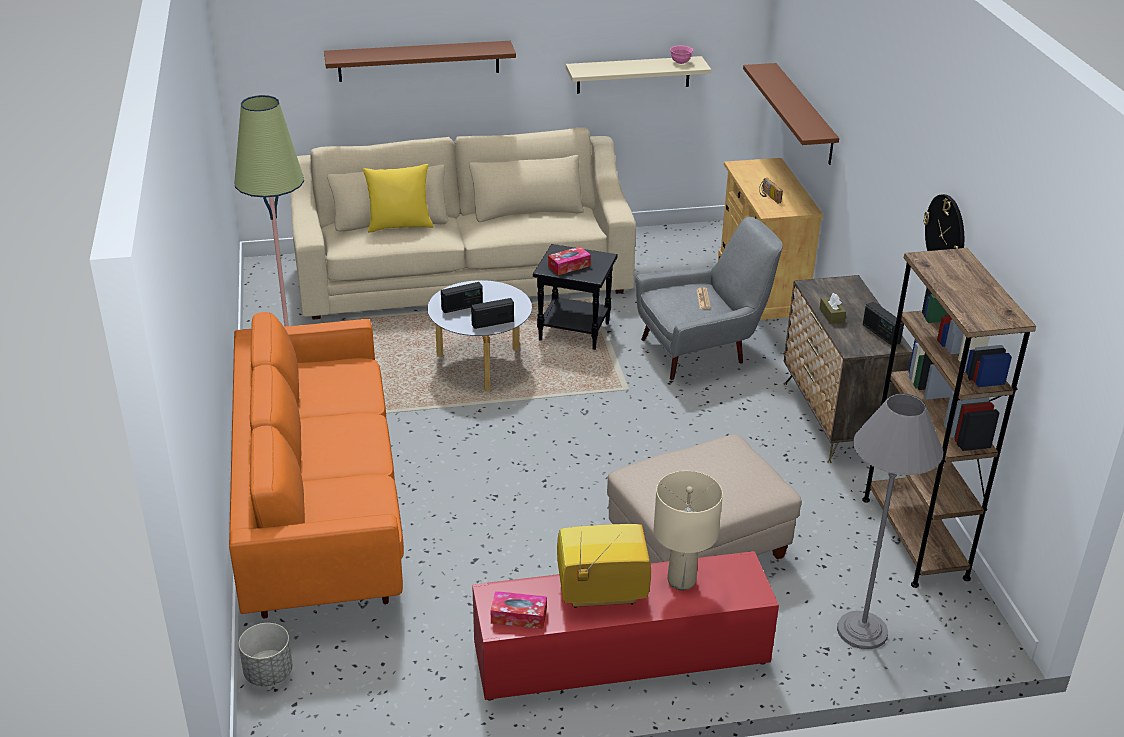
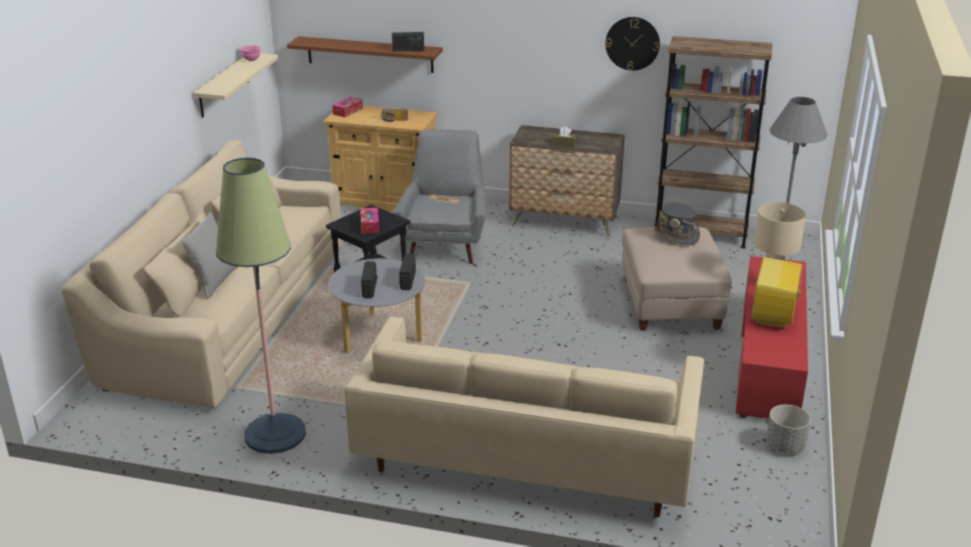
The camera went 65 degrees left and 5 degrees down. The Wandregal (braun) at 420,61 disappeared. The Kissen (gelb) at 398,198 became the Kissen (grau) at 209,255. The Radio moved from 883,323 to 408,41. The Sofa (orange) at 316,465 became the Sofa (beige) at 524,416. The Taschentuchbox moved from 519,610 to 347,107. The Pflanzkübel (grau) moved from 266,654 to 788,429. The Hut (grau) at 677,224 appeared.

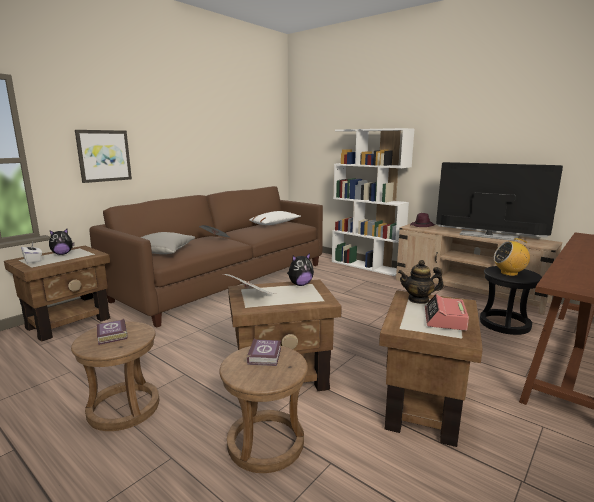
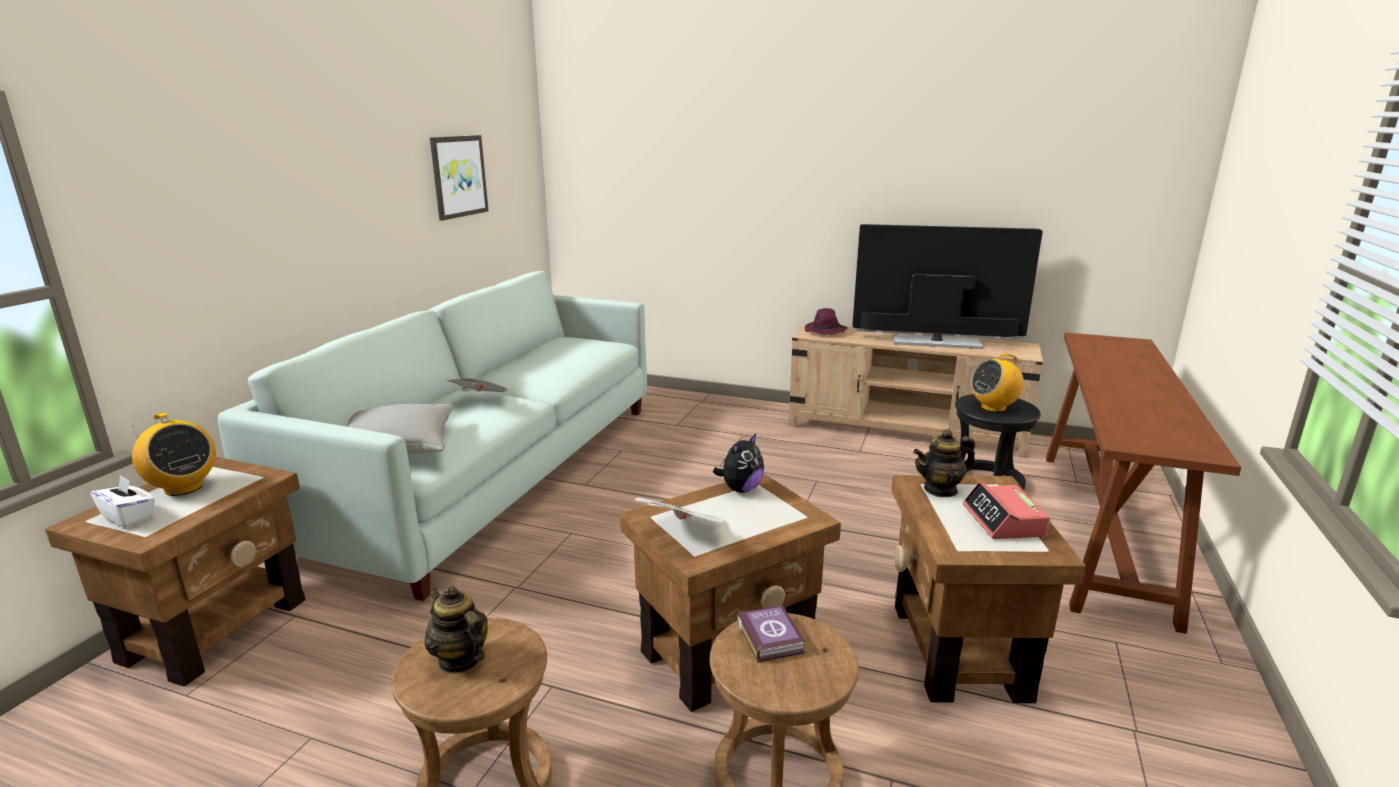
The camera went 20 degrees left and 5 degrees up. The Bücherregal (weiß) at 373,202 disappeared. The Bild moved from 103,156 to 459,178. The Sofa (braun) at 206,257 became the Sofa (weiß) at 432,436. The Kissen (weiß) at 275,218 disappeared. The Plüschtier at 61,242 was replaced by the Radio at 174,454. The Buch at 112,332 was replaced by the Teekanne at 456,629.

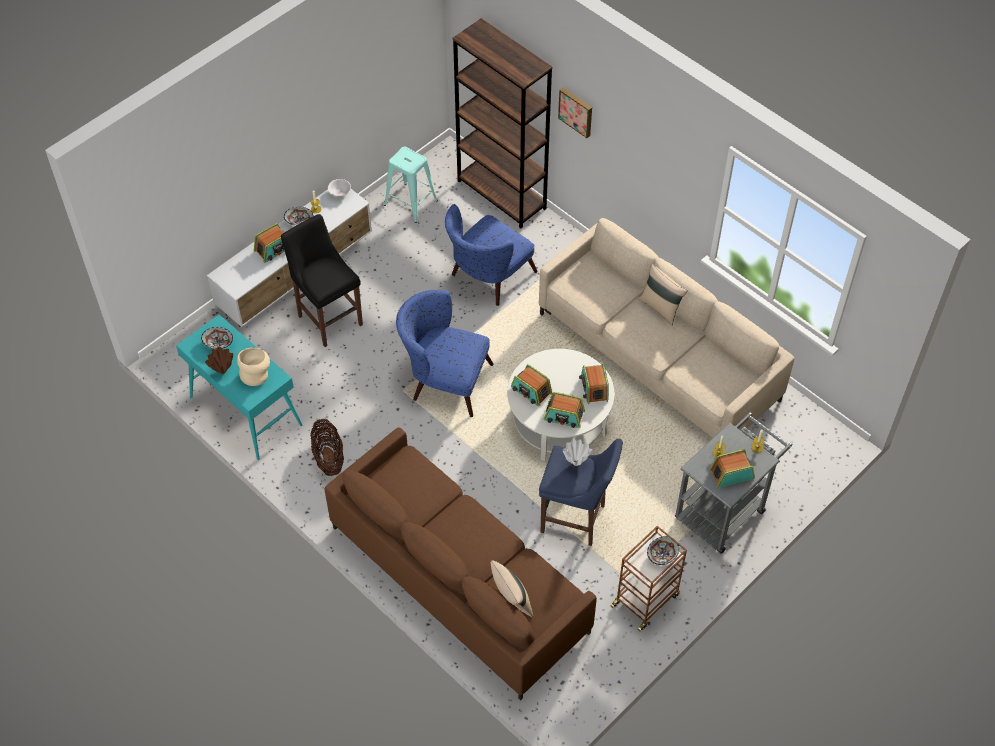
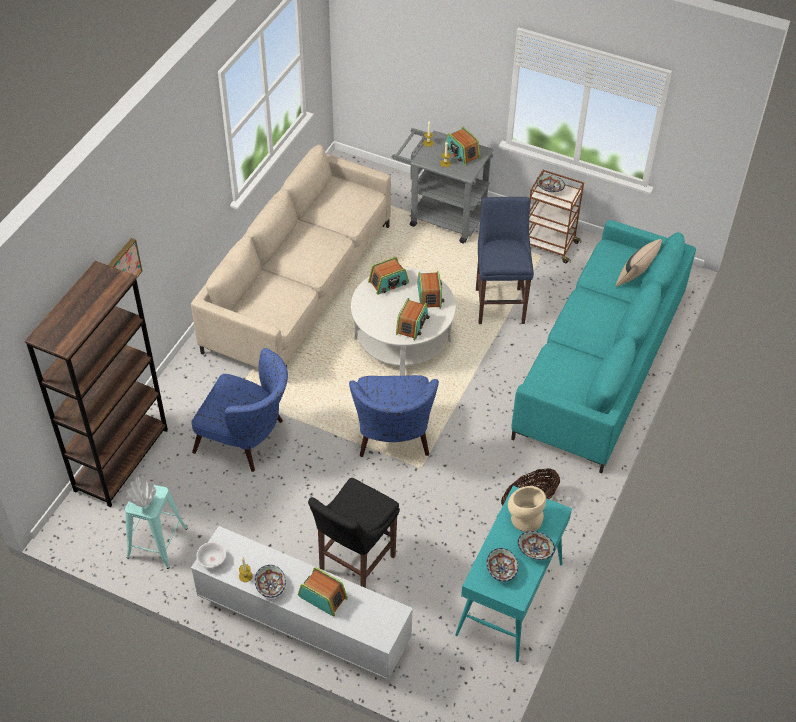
The camera went 110 degrees left and 5 degrees down. The Kissen (beige) at 663,294 disappeared. The Vase (braun) at 219,360 was replaced by the Schüssel at 536,545. The Sofa (braun) at 461,564 became the Sofa (türkis) at 603,346. The Vase (weiß) moved from 577,452 to 141,492.

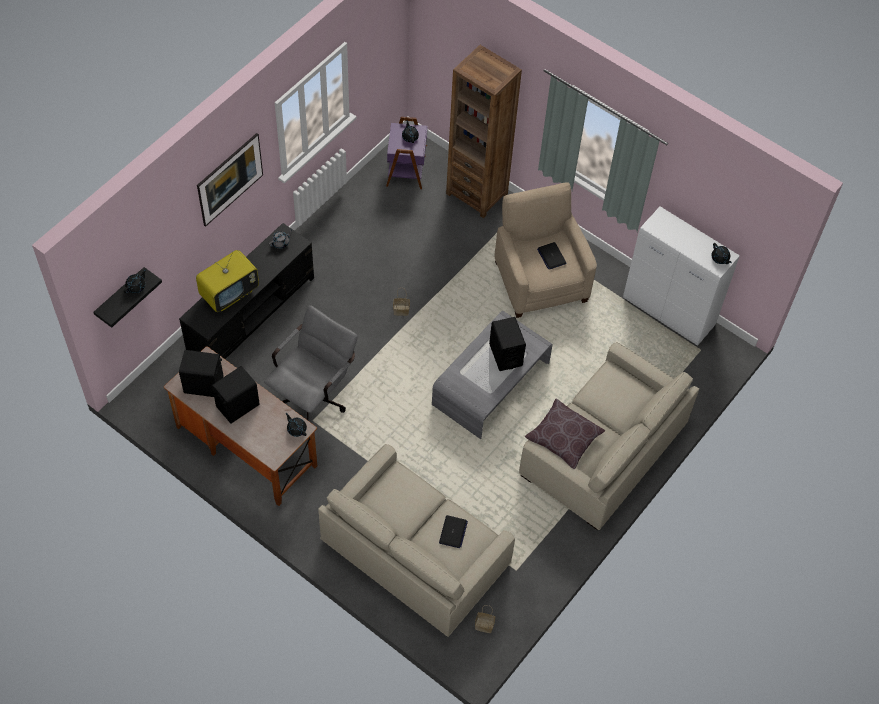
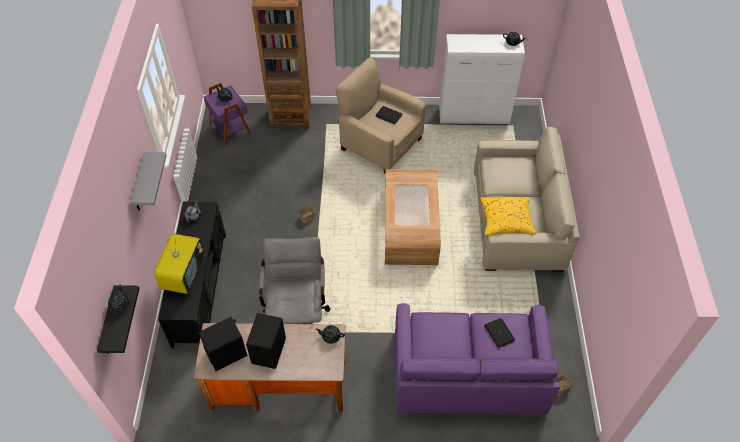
The camera went 35 degrees left and 5 degrees down. The Bild at 230,180 was replaced by the Wandregal (grau) at 148,181. The Couchtisch (grau) at 492,375 became the Couchtisch (braun) at 413,217. The Lautsprecher (schwarz) at 507,344 disappeared. The Kissen (braun) at 565,434 became the Kissen (gelb) at 508,216. The Sofa (beige) at 416,540 became the Sofa (lila) at 477,359.

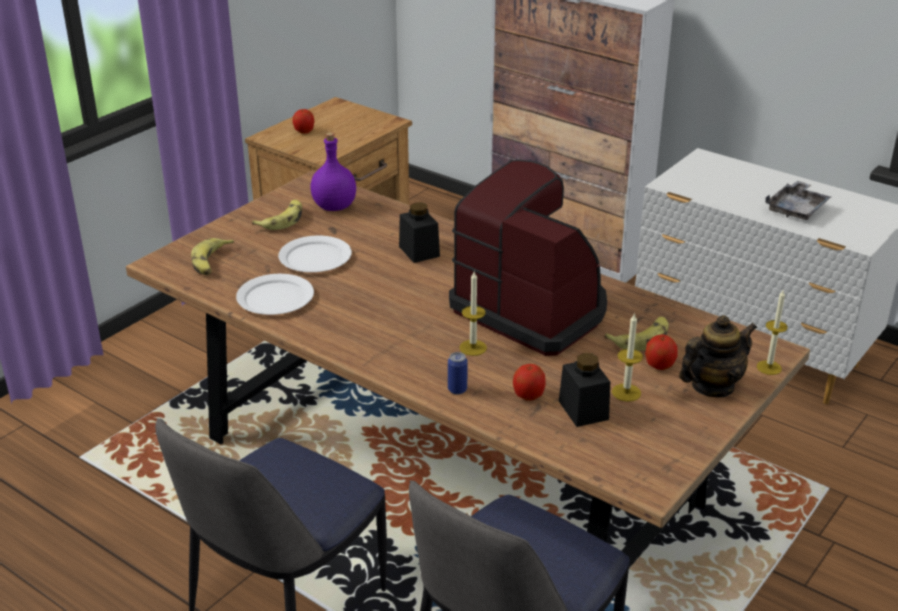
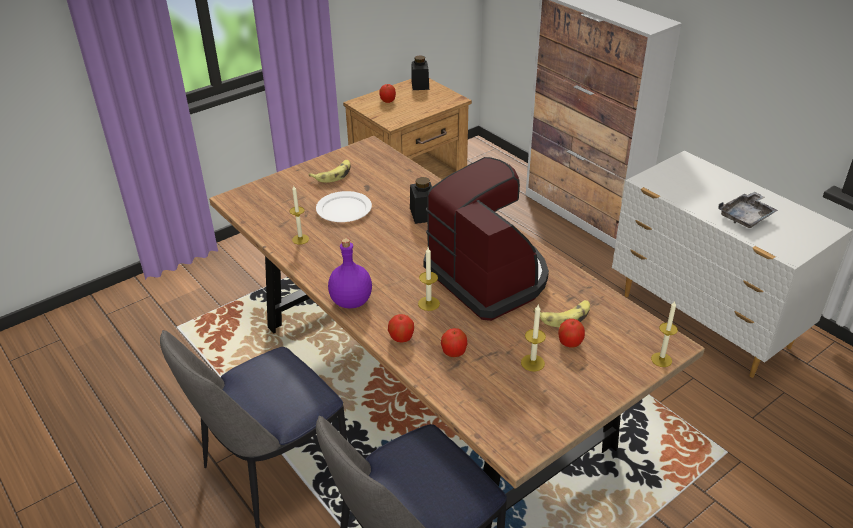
The camera went 15 degrees right and 5 degrees up. The Flasche (lila) moved from 333,171 to 350,273. The Banane at 212,256 disappeared. The Teller (weiß) at 275,294 was replaced by the Kerze at 299,215. The Teekanne at 718,356 disappeared. The Dose at 458,373 was replaced by the Apfel at 401,328. The Vorratsglas (schwarz) moved from 584,390 to 420,72.

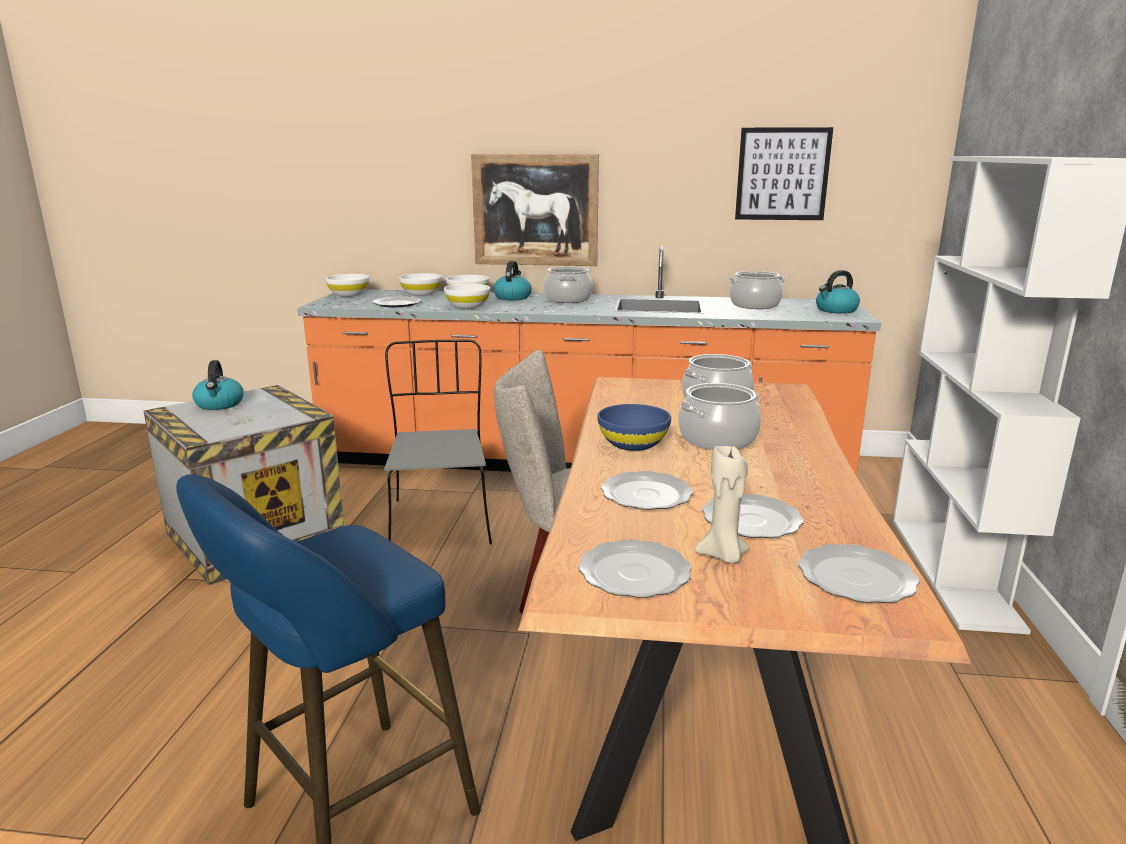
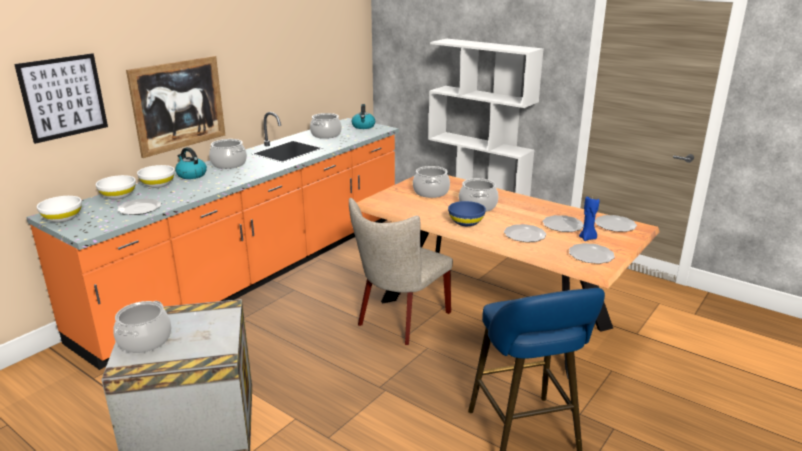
The camera went 60 degrees left and 5 degrees up. The Bild moved from 784,173 to 61,98. The Schüssel (weiß) at 467,296 disappeared. The Stuhl (grau) at 438,442 disappeared. The Wasserkessel at 218,385 was replaced by the Kochtopf at 142,327. The Kerze (beige) at 722,504 became the Kerze (blau) at 589,218.

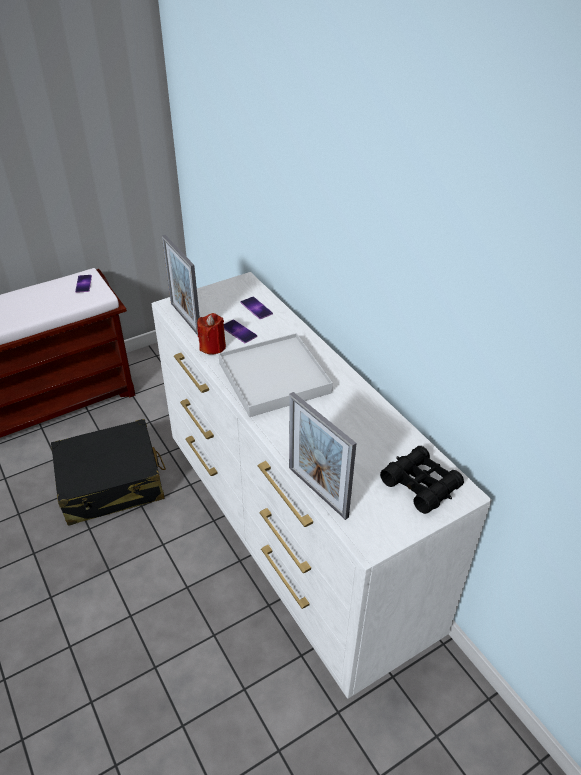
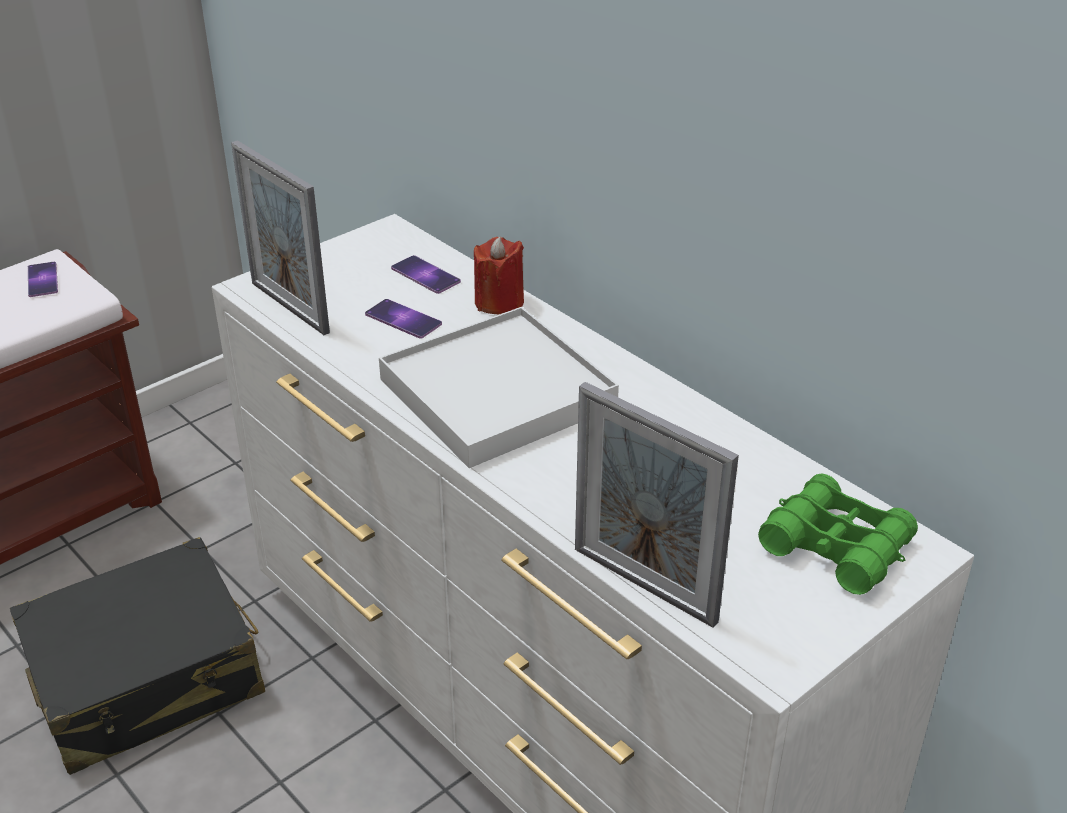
The camera went 10 degrees left and 5 degrees down. The Kerze (rot) moved from 211,333 to 499,276. The Fernglas (schwarz) at 422,480 became the Fernglas (grün) at 838,534.

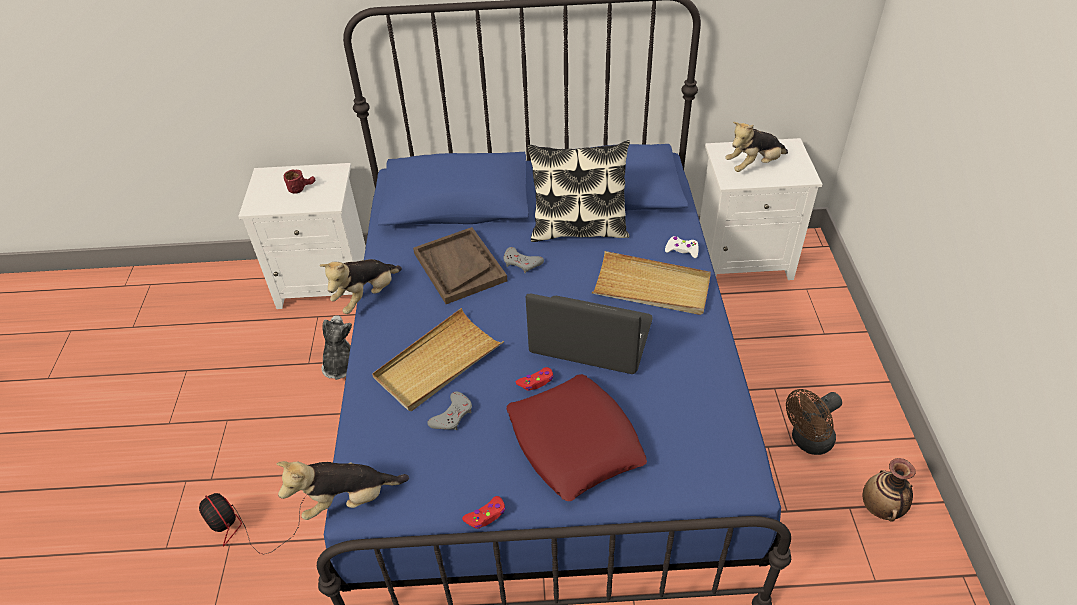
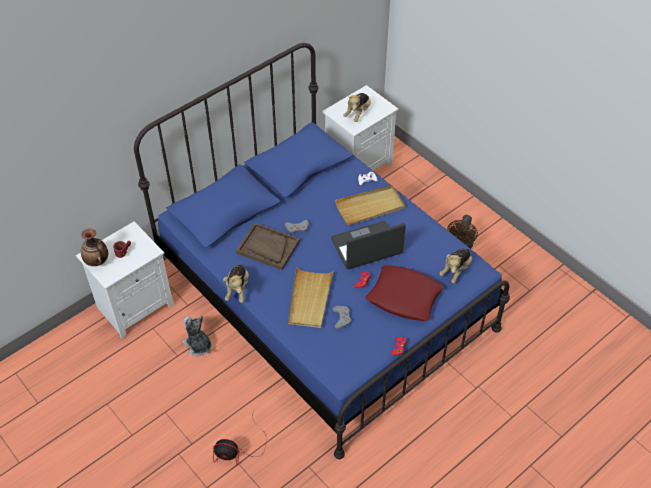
The camera went 40 degrees left and 5 degrees up. The Kissen at 578,191 disappeared. The Vase moved from 889,490 to 94,247. The Plüschtier moved from 342,490 to 455,266.

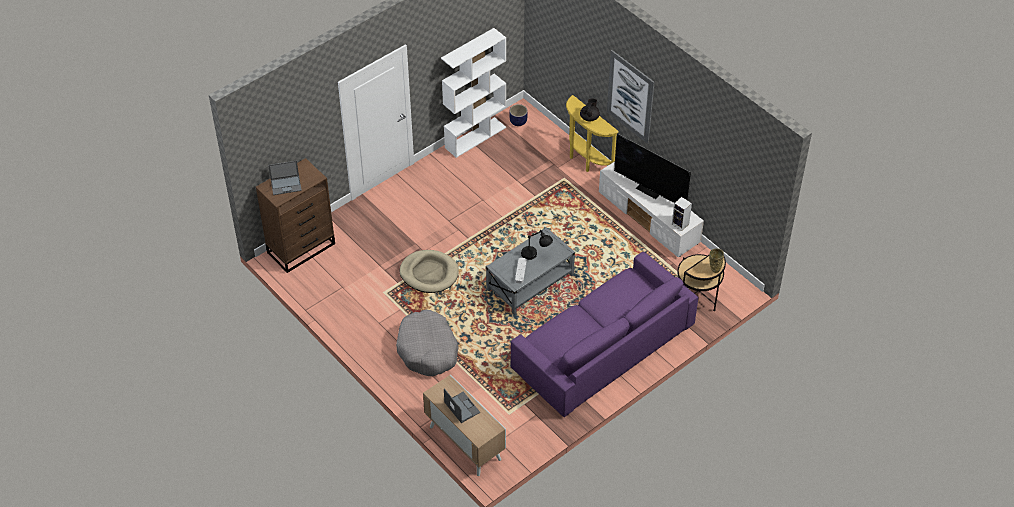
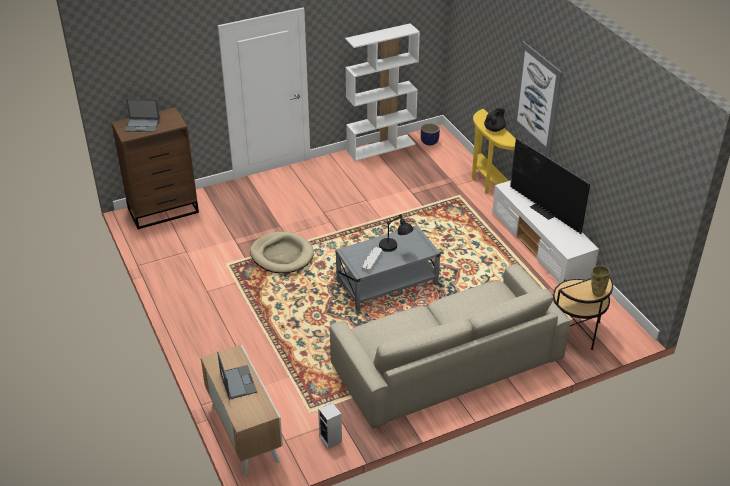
The camera went 15 degrees right and 10 degrees down. The Lautsprecher moved from 682,214 to 330,425. The Sofa (lila) at 604,334 became the Sofa (beige) at 450,346. The Hundebett (grau) at 427,343 disappeared.

